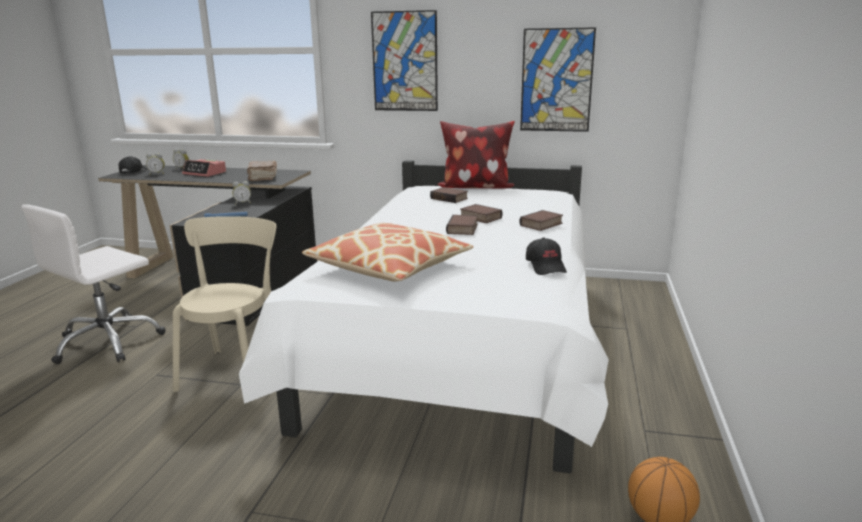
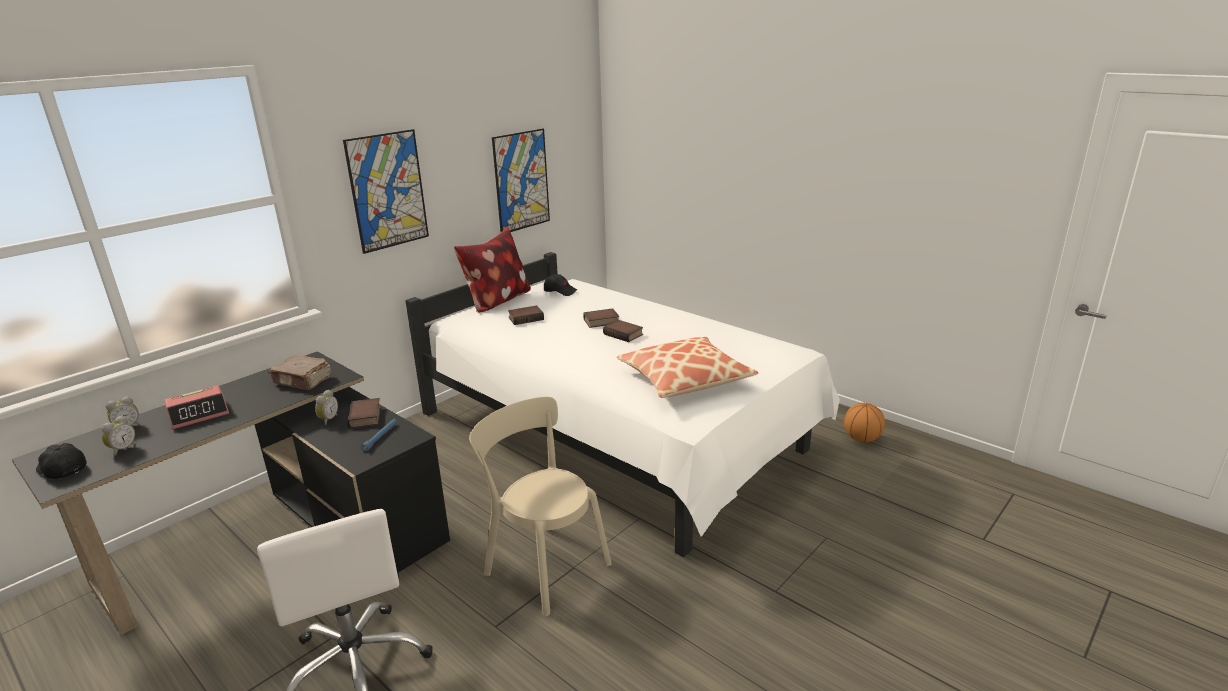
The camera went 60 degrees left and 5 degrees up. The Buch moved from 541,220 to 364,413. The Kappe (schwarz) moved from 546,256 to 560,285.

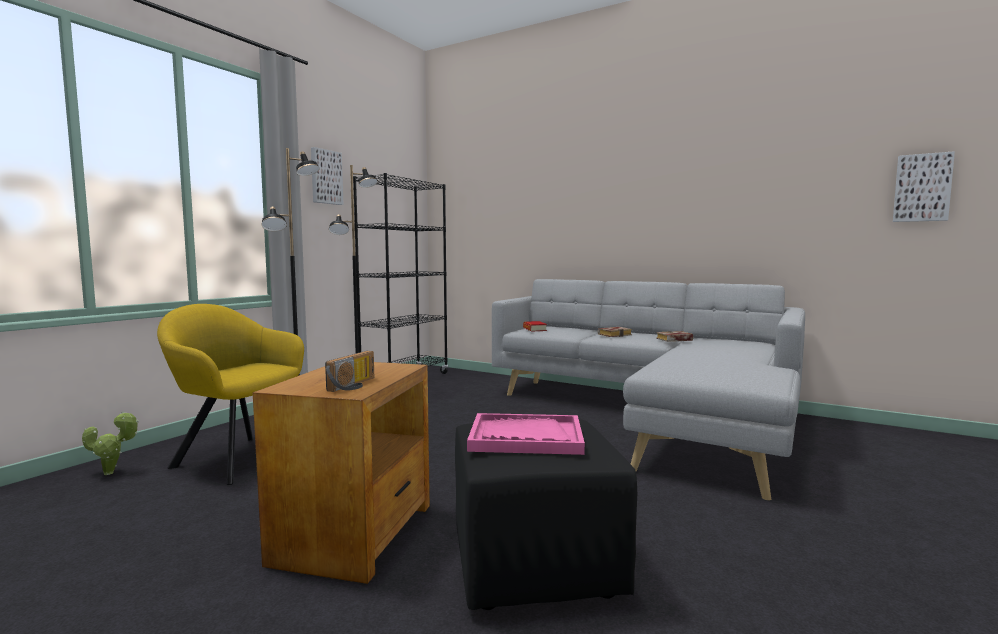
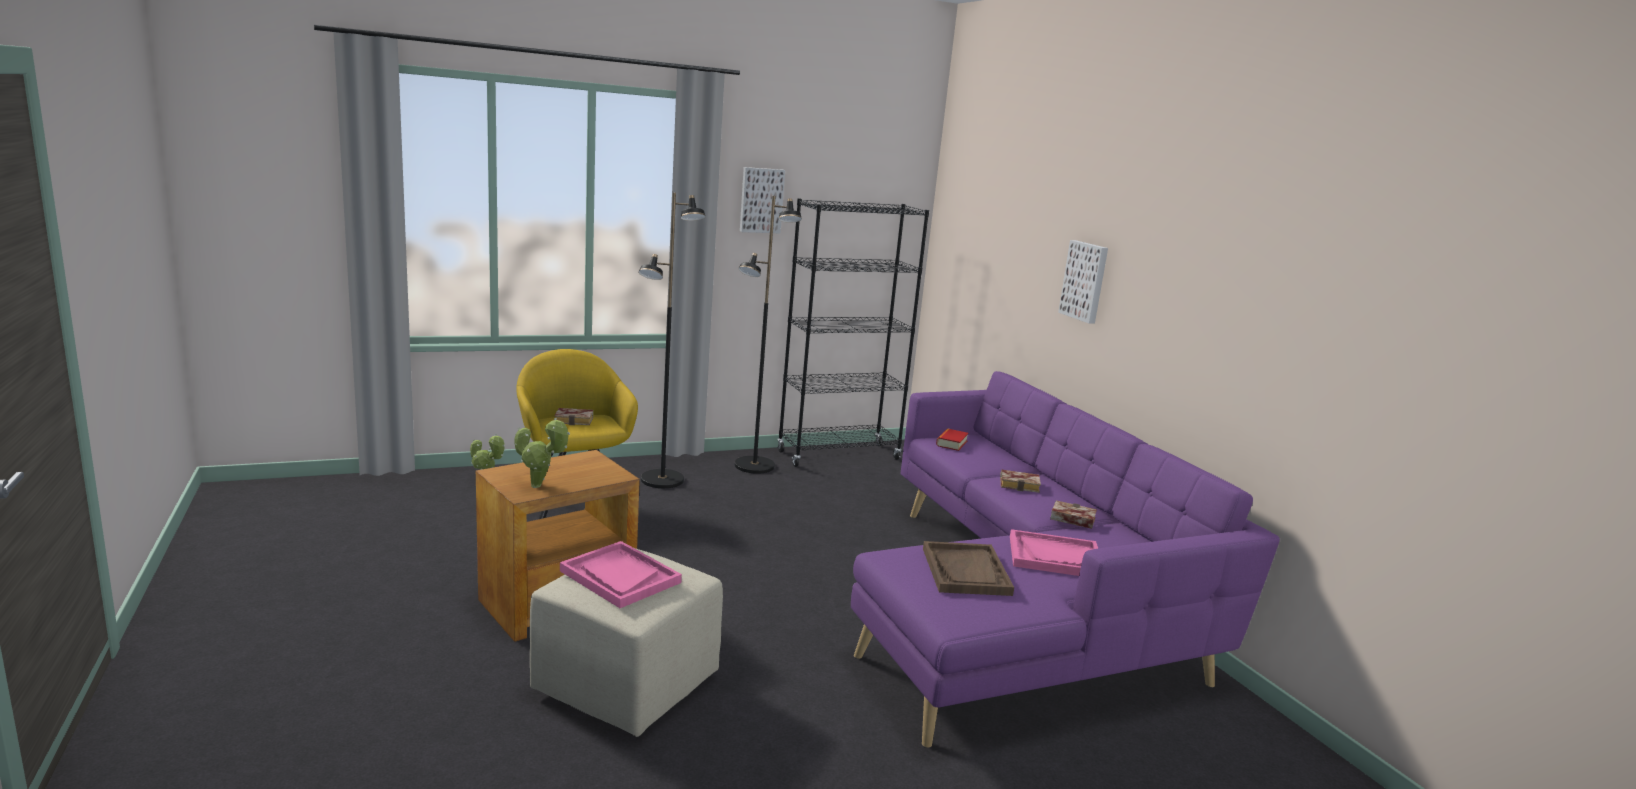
The camera went 35 degrees right and 10 degrees up. The Bild moved from 924,186 to 1083,282. The Sofa (grau) at 648,390 became the Sofa (lila) at 1065,559. The Radio at 349,371 was replaced by the Topfpflanze at 542,453. The Polsterhocker (schwarz) at 546,514 became the Polsterhocker (beige) at 626,642. The Buch at 573,416 appeared. The Tablett (rosa) at 1054,552 appeared. The Tablett (braun) at 968,568 appeared.

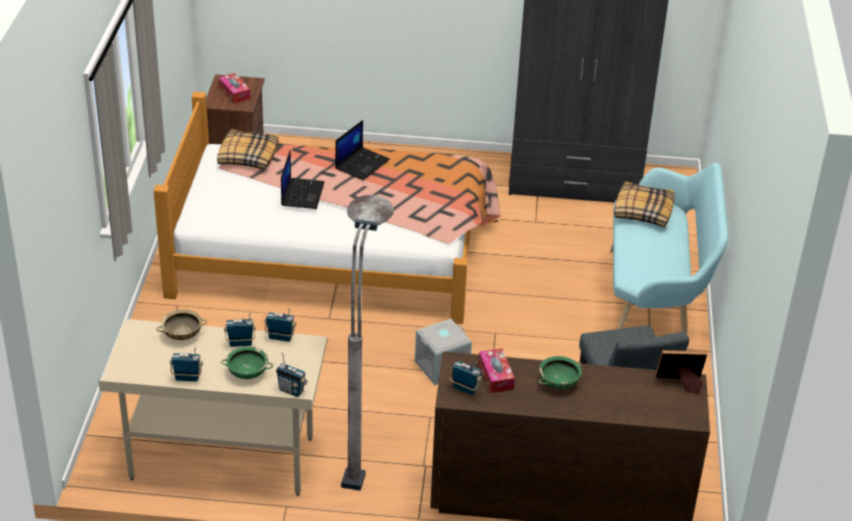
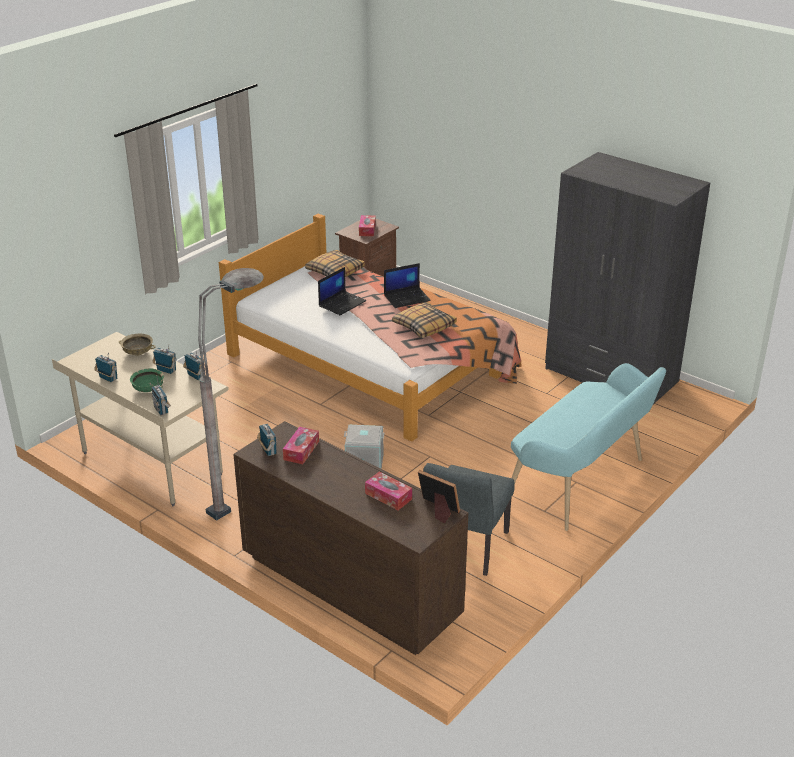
The camera went 35 degrees right and 5 degrees down. The Kissen moved from 644,204 to 424,320. The Schüssel (grün) at 560,372 disappeared. The Taschentuchbox at 388,491 appeared.

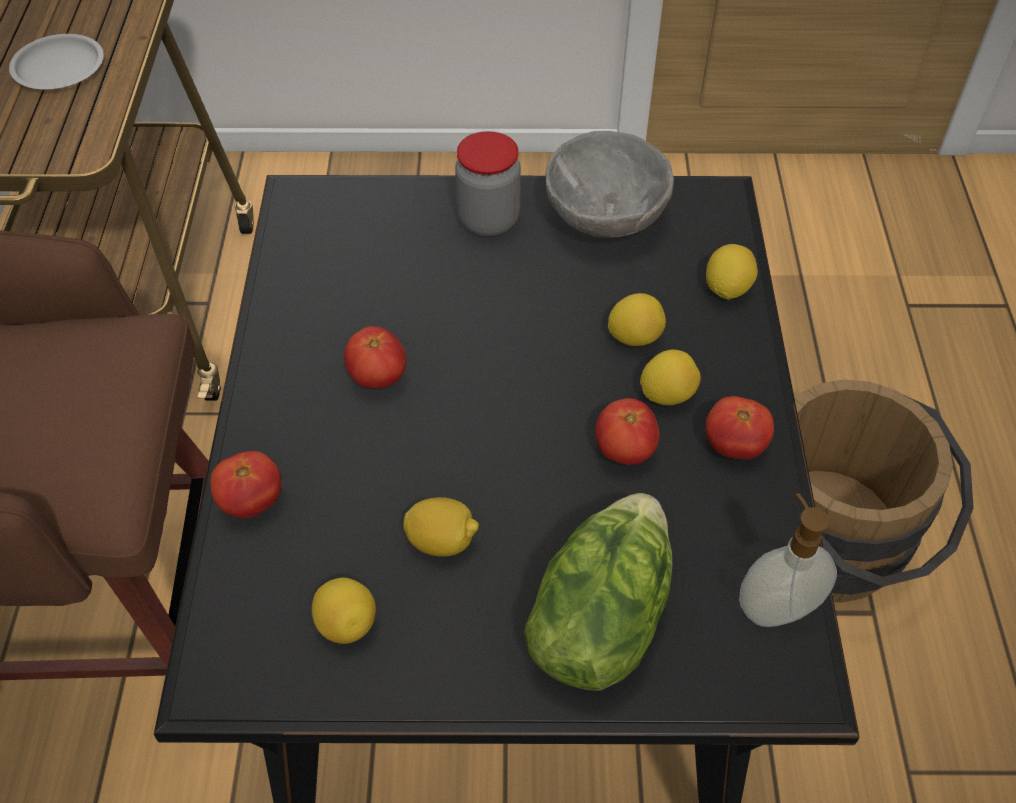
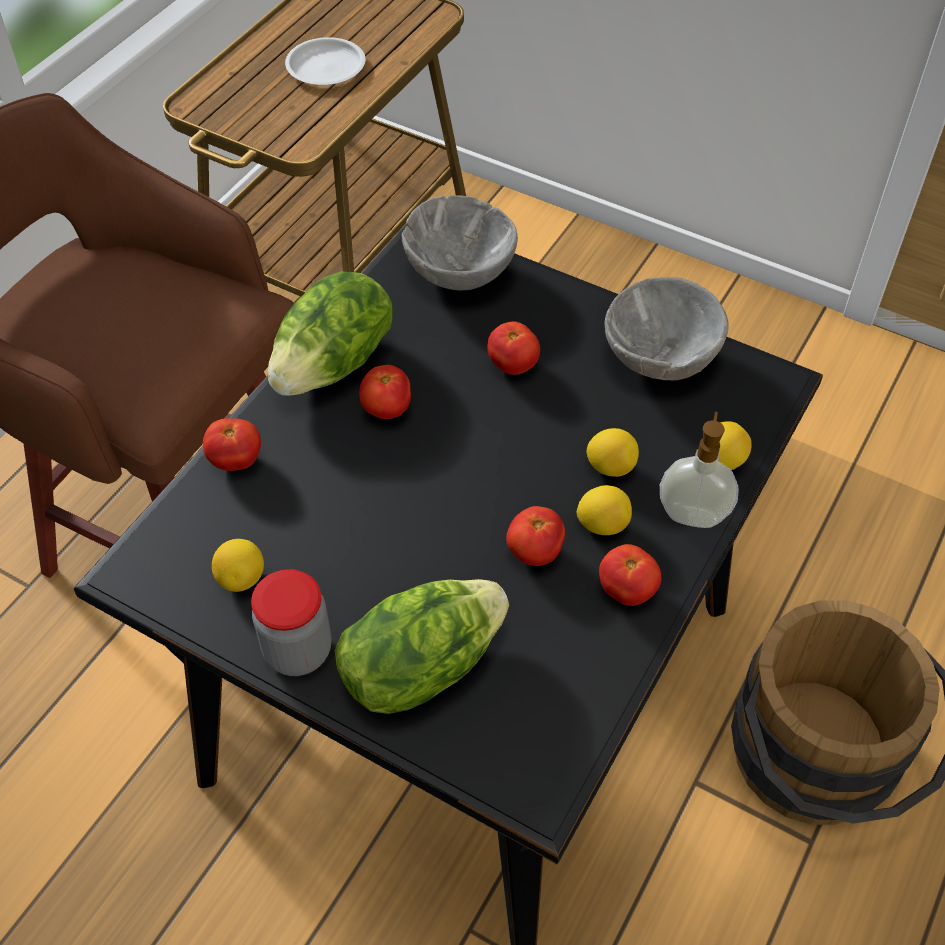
The camera went 30 degrees right and 0 degrees up. The Vorratsglas moved from 488,183 to 291,622. The Seifenspender moved from 788,560 to 699,470. The Zitrone at 441,526 disappeared. The Schüssel (grau) at 460,242 appeared. The Salatkopf at 330,334 appeared. The Tomate at 513,348 appeared.

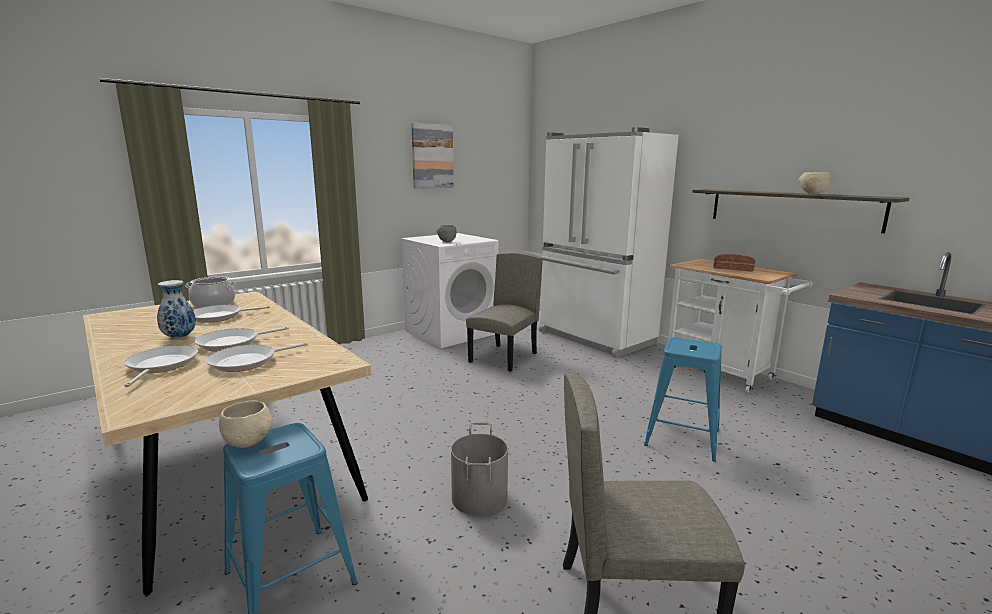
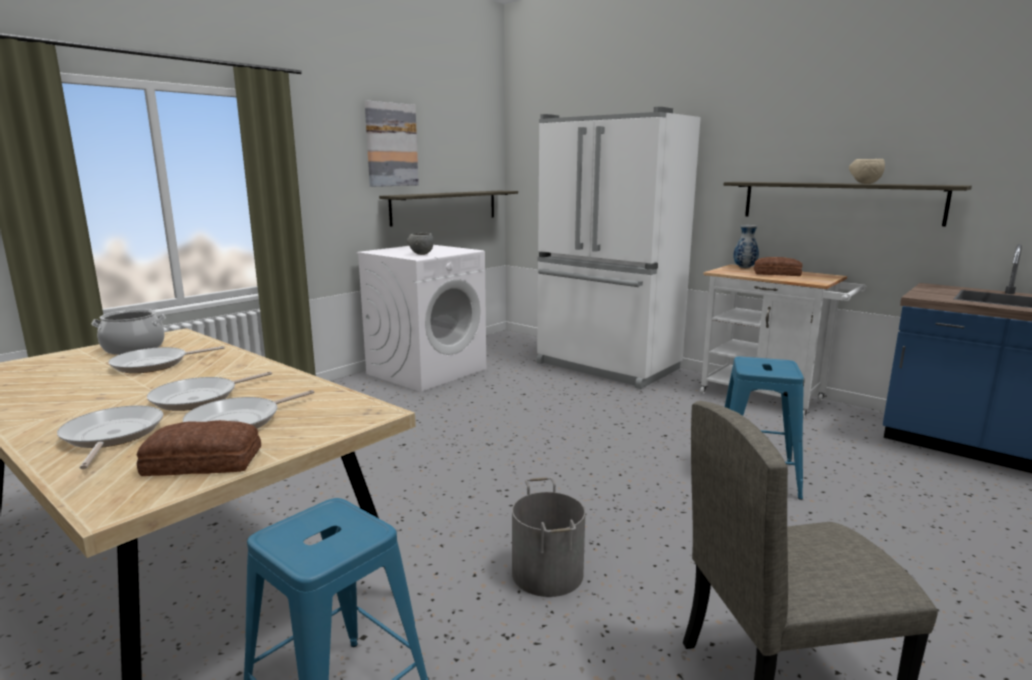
The camera went 10 degrees left and 0 degrees up. The Stuhl (beige) at 504,311 disappeared. The Vase moved from 176,309 to 746,246. The Schüssel (beige) at 246,424 disappeared. The Wandregal at 448,209 appeared. The Brot at 199,448 appeared.

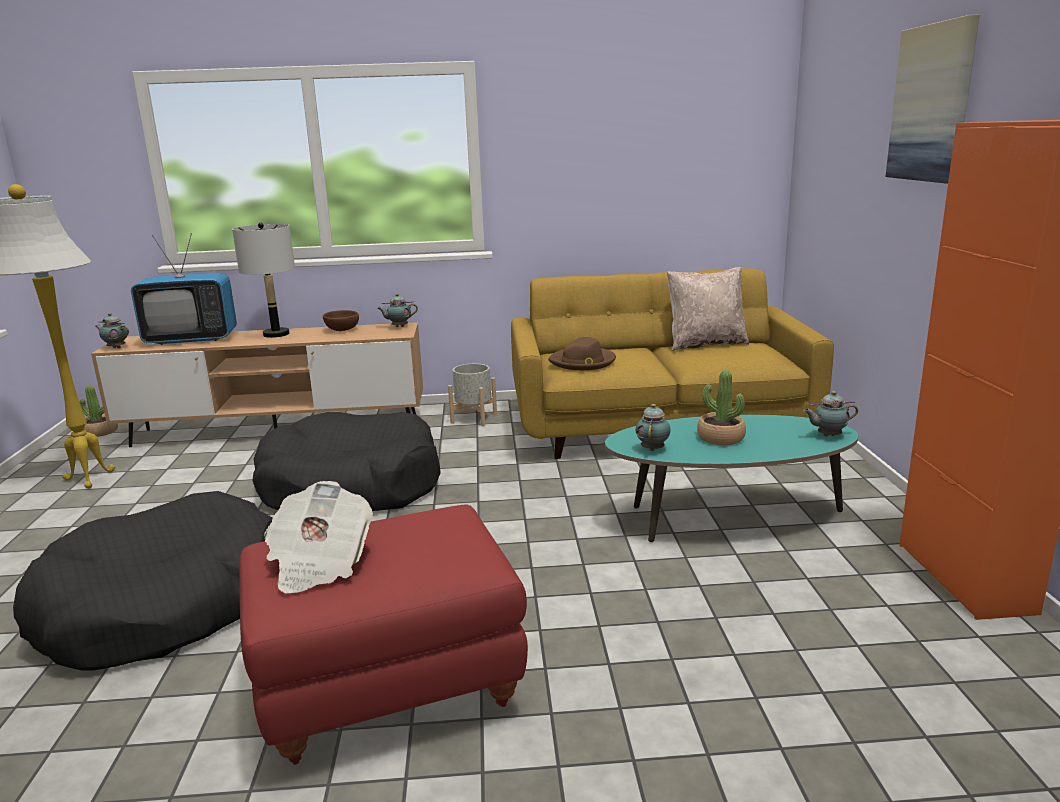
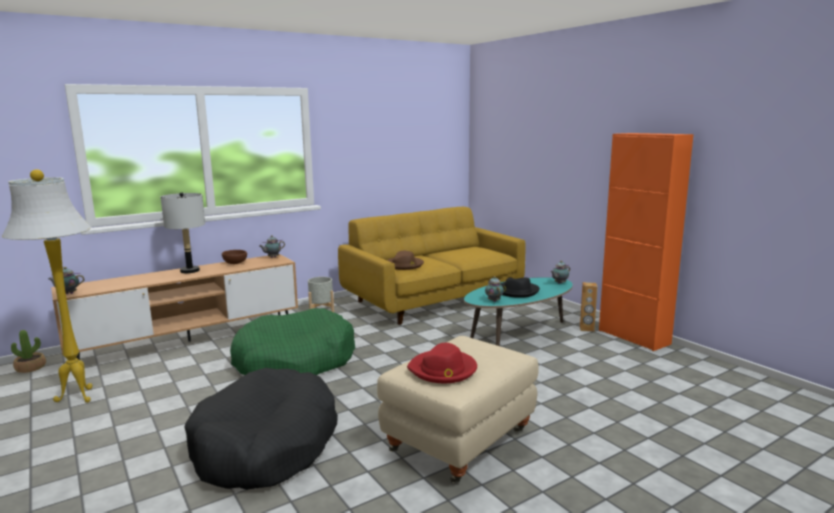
The camera went 30 degrees left and 5 degrees down. The Bild at 932,99 disappeared. The Fernseher at 184,289 disappeared. The Kissen (beige) at 708,309 disappeared. The Topfpflanze at 721,407 was replaced by the Hut (schwarz) at 520,287. The Hundebett (schwarz) at 346,461 became the Hundebett (grün) at 292,341. The Zeitung at 318,537 was replaced by the Hut (rot) at 442,363. The Polsterhocker (rot) at 383,634 became the Polsterhocker (beige) at 458,409. The Lautsprecher (braun) at 588,307 appeared.

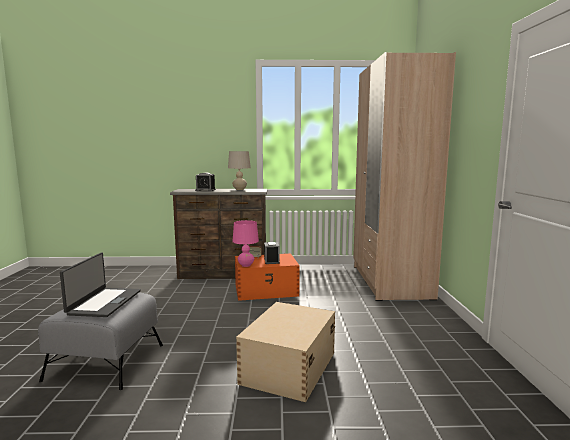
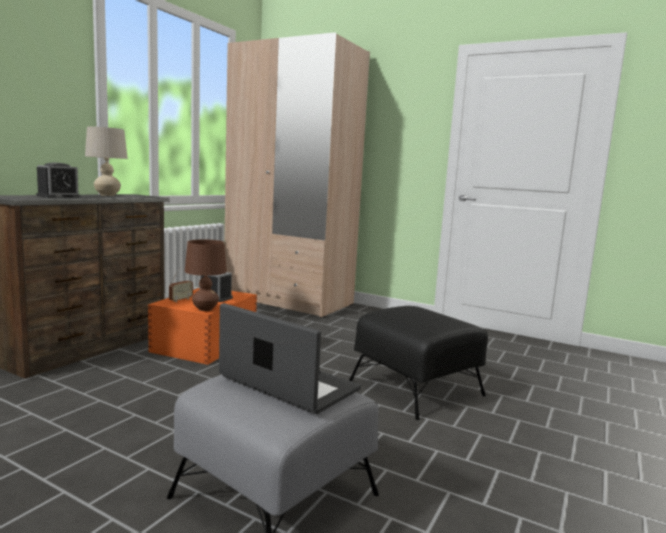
The camera went 60 degrees left and 0 degrees up. The Tischlampe (rosa) at 245,243 became the Tischlampe (braun) at 206,275. The Aufbewahrungsbox (beige) at 285,352 was replaced by the Polsterhocker (schwarz) at 418,363.

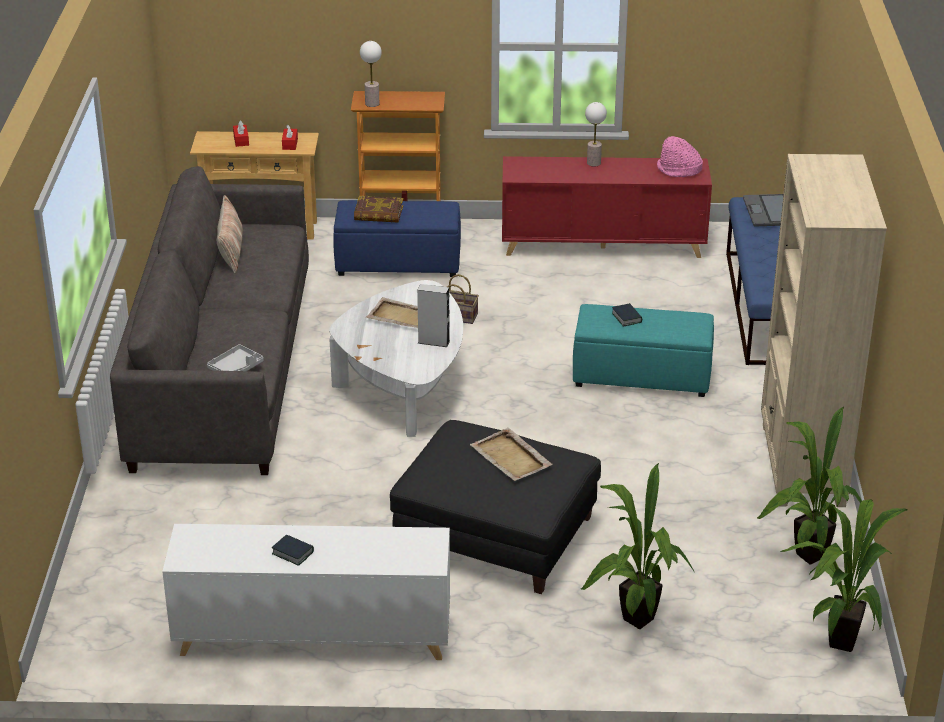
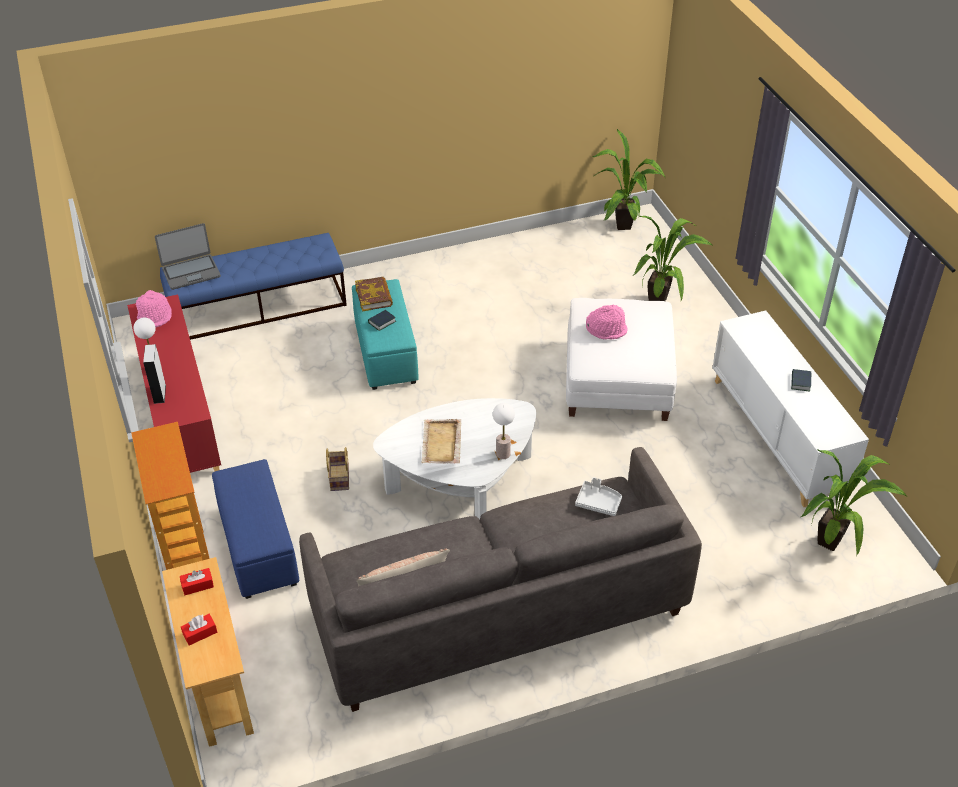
The camera went 110 degrees left and 10 degrees up. The Tischlampe moved from 371,74 to 504,431. The Bücherregal (beige) at 824,330 disappeared. The Buch moved from 378,208 to 374,294. The Lautsprecher (grau) moved from 433,315 to 154,374. The Topfpflanze moved from 809,486 to 854,502. The Polsterhocker (schwarz) at 495,507 became the Polsterhocker (weiß) at 621,359. The Tablett (beige) at 511,454 was replaced by the Hut (rosa) at 607,322.

